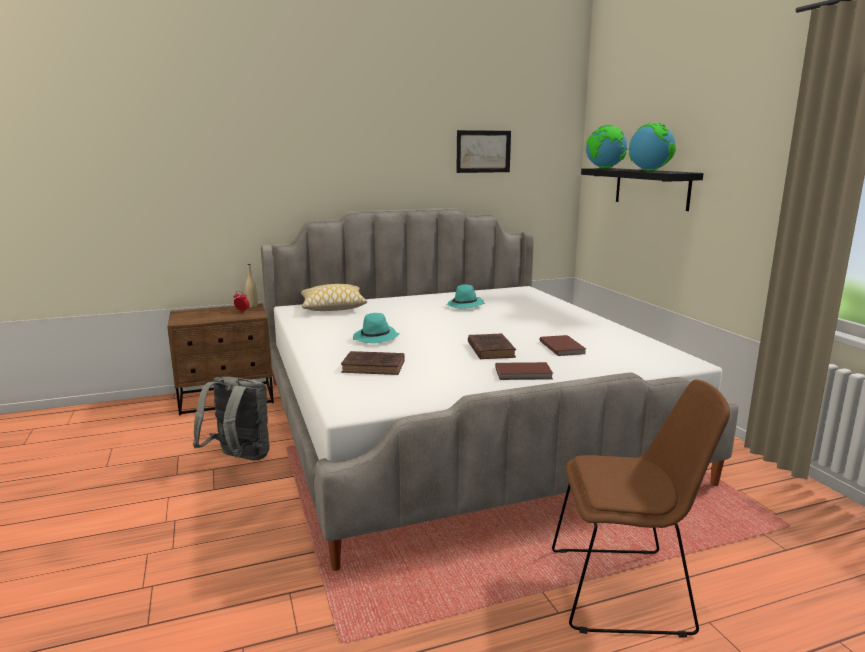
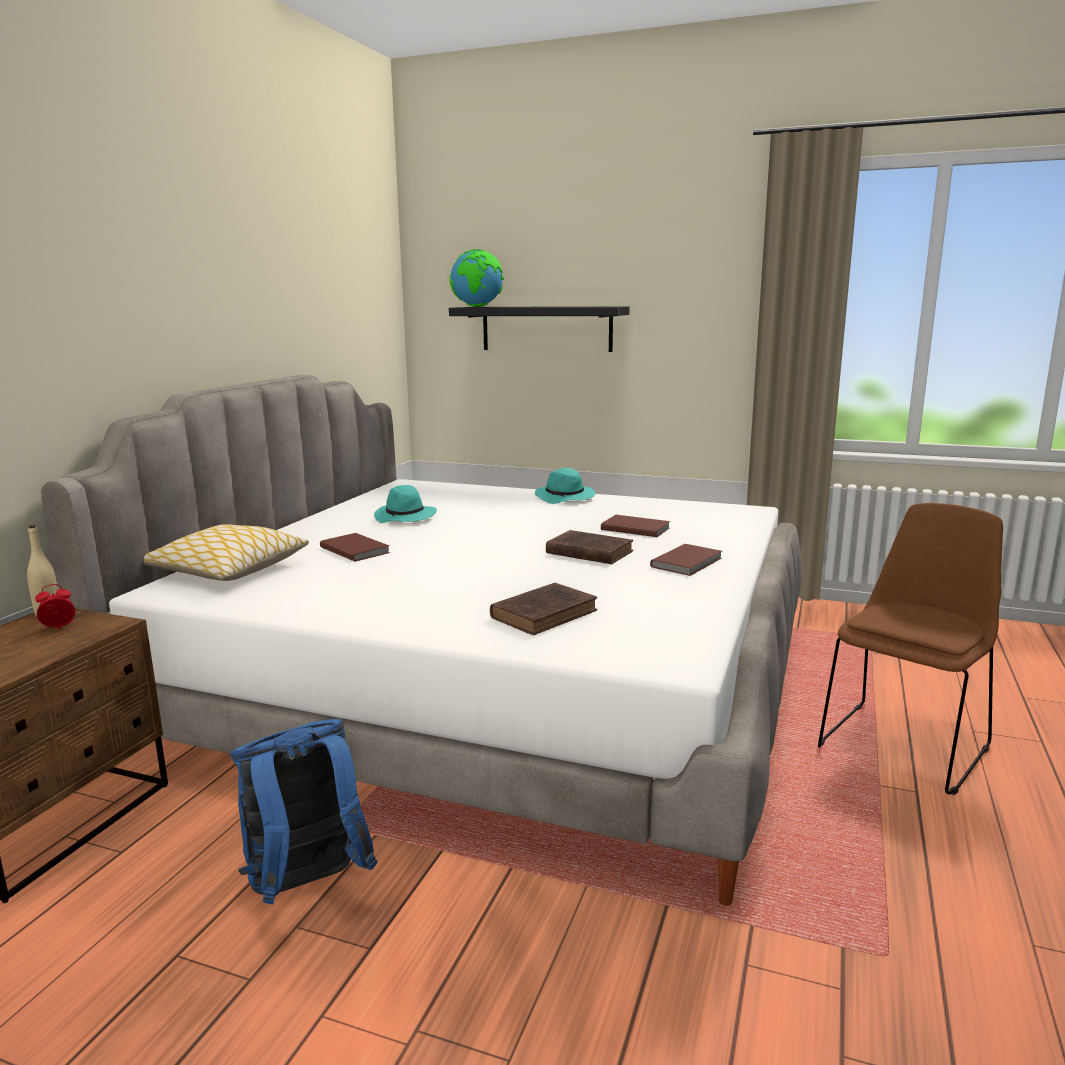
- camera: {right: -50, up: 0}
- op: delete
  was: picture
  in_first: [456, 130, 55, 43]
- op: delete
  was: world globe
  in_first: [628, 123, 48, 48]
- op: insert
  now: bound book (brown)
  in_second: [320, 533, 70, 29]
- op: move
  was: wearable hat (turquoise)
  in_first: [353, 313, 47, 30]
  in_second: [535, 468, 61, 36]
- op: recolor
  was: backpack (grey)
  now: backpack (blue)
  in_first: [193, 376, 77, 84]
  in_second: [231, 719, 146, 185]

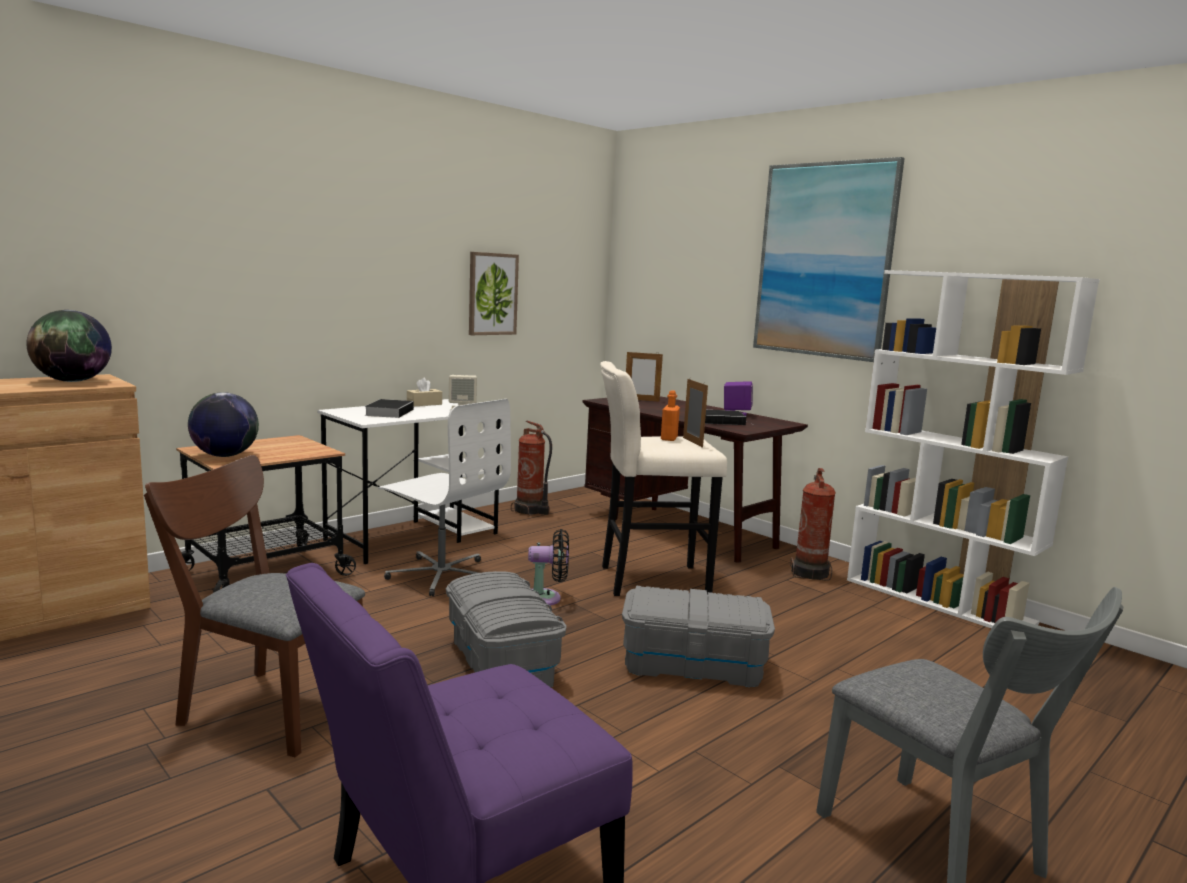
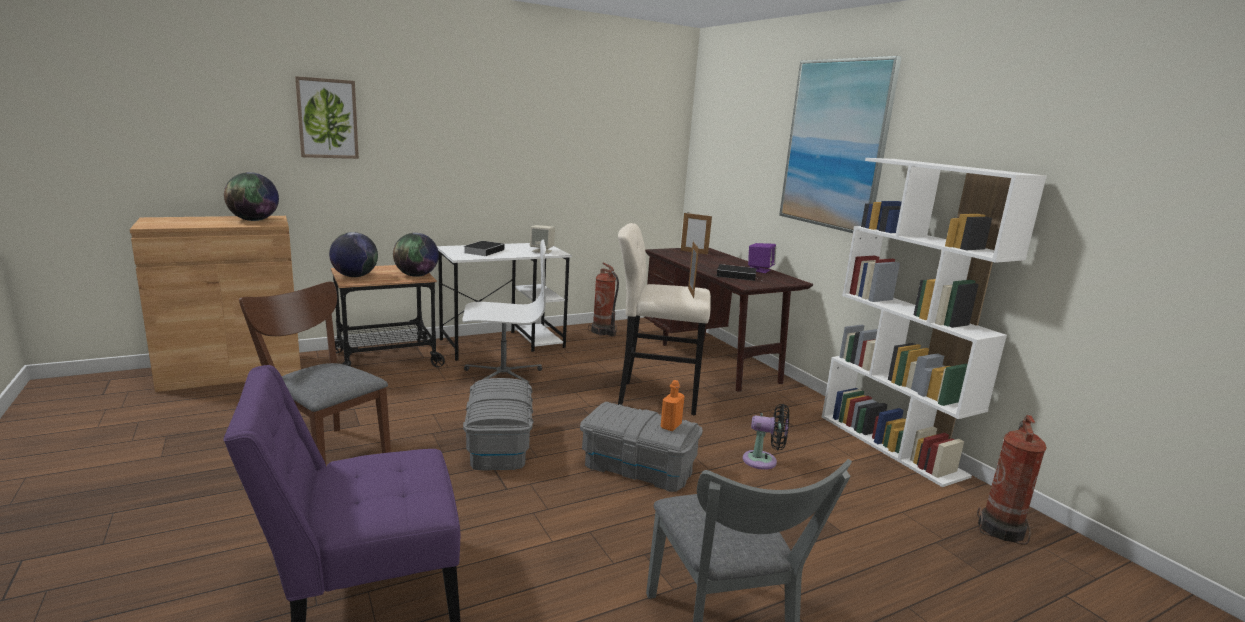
- camera: {right: 15, up: 5}
- op: delete
  was: tissue holder (beige)
  in_first: [407, 378, 35, 28]
- op: insert
  now: world globe
  in_second: [393, 233, 46, 44]
- op: move
  was: picture
  in_first: [469, 252, 50, 83]
  in_second: [295, 76, 64, 83]
- op: move
  was: fan (blackish)
  in_first: [528, 529, 41, 77]
  in_second: [743, 404, 46, 66]
- op: move
  was: drink bottle (orangey)
  in_first: [661, 390, 19, 51]
  in_second: [661, 380, 24, 51]
- op: move
  was: fire extinguisher
  in_first: [790, 468, 46, 113]
  in_second: [977, 415, 70, 130]
- op: rotate
  was: computer chair (white)
  in_first: [378, 399, 133, 197]
  in_second: [462, 239, 84, 146]
  clockwise: -60

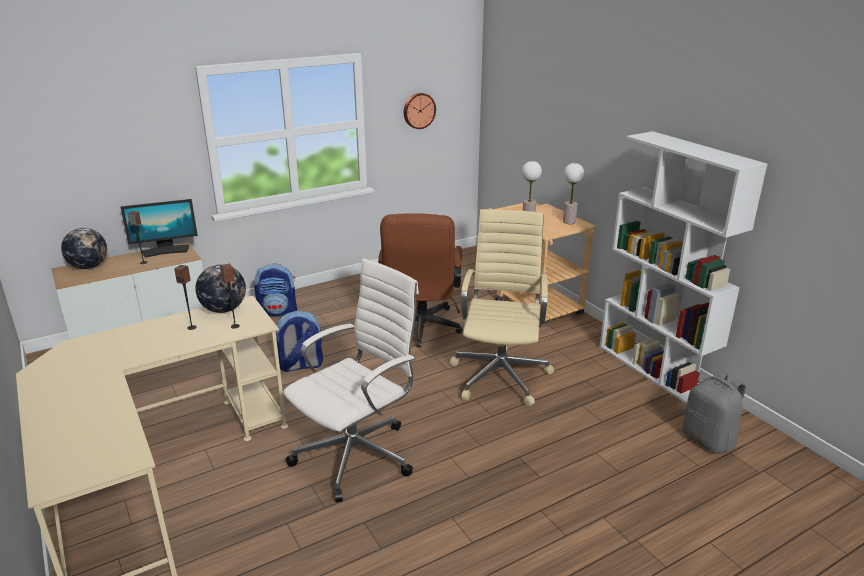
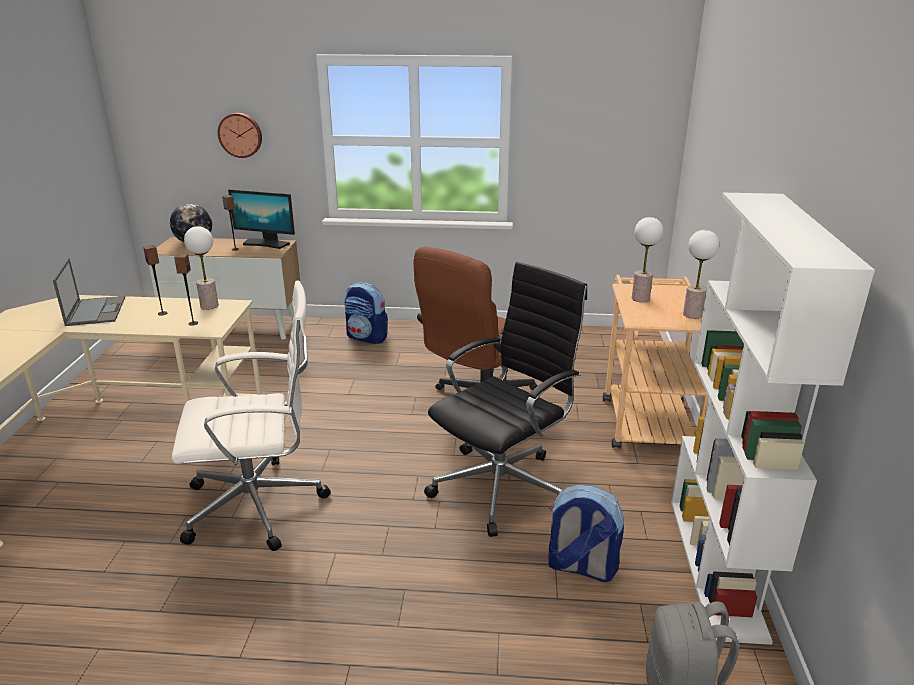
- camera: {right: 35, up: 0}
- op: insert
  now: notebook computer
  in_second: [53, 258, 72, 68]
- op: move
  was: backpack
  in_first: [276, 311, 47, 61]
  in_second: [548, 485, 76, 97]
- op: move
  was: clock on the wall
  in_first: [404, 93, 32, 36]
  in_second: [218, 113, 44, 45]
- op: replace
  was: world globe
  now: table lamp
  in_first: [195, 264, 51, 49]
  in_second: [184, 226, 35, 84]
- op: recolor
  was: computer chair (beige)
  now: computer chair (blackish)
  in_first: [450, 209, 105, 197]
  in_second: [424, 262, 163, 275]

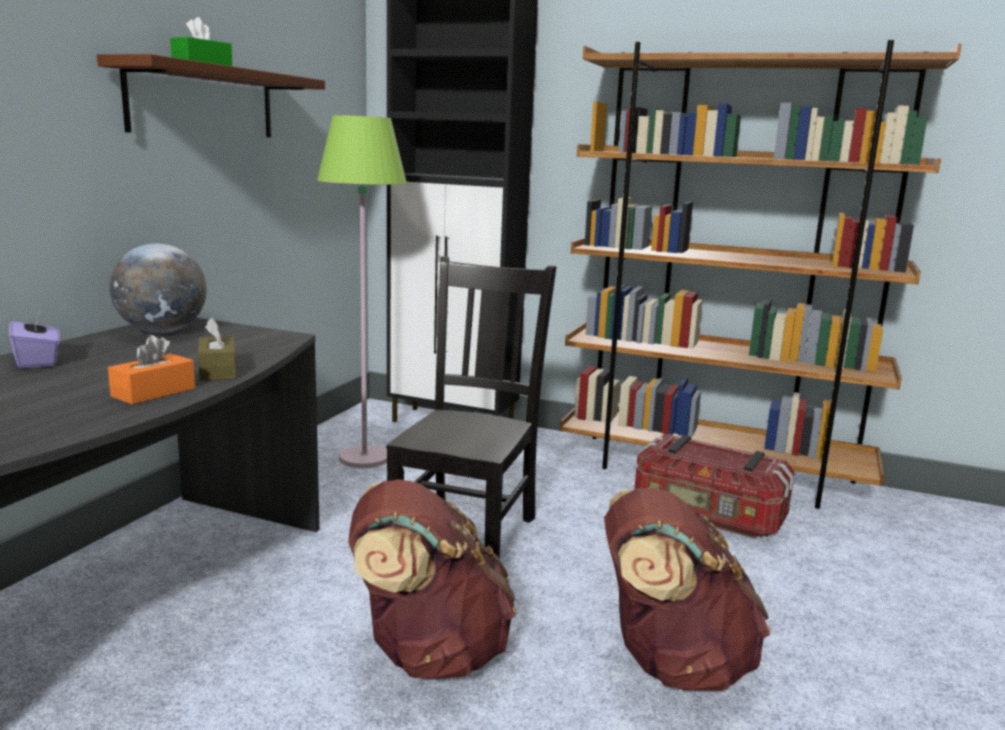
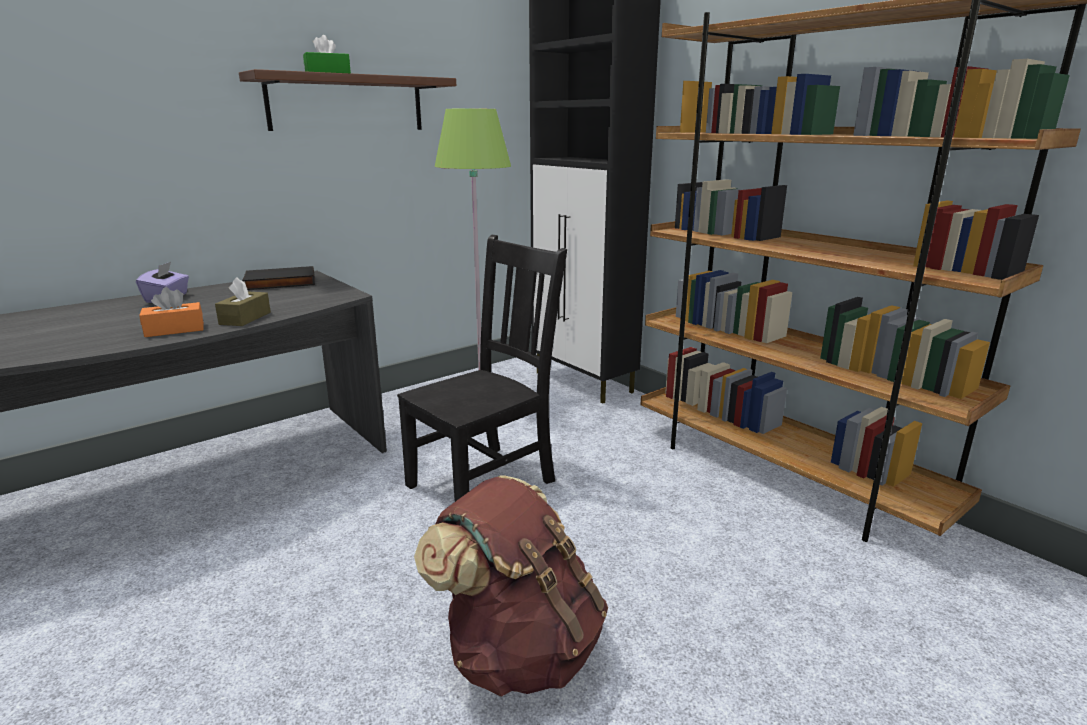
- camera: {right: 30, up: 5}
- op: delete
  was: backpack (brown)
  in_first: [348, 479, 168, 200]
- op: delete
  was: storage box
  in_first: [634, 434, 161, 104]
- op: replace
  was: world globe
  now: bound book (blackish)
  in_first: [110, 243, 97, 90]
  in_second: [242, 266, 73, 24]

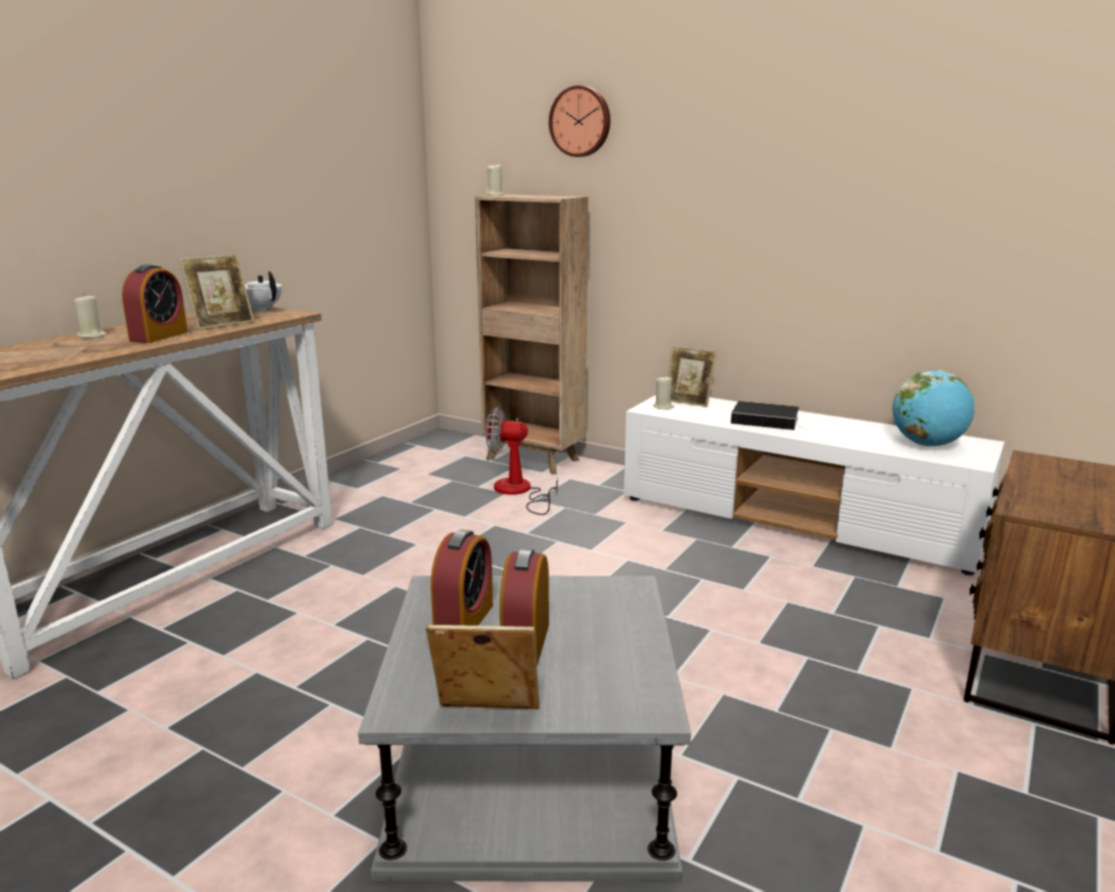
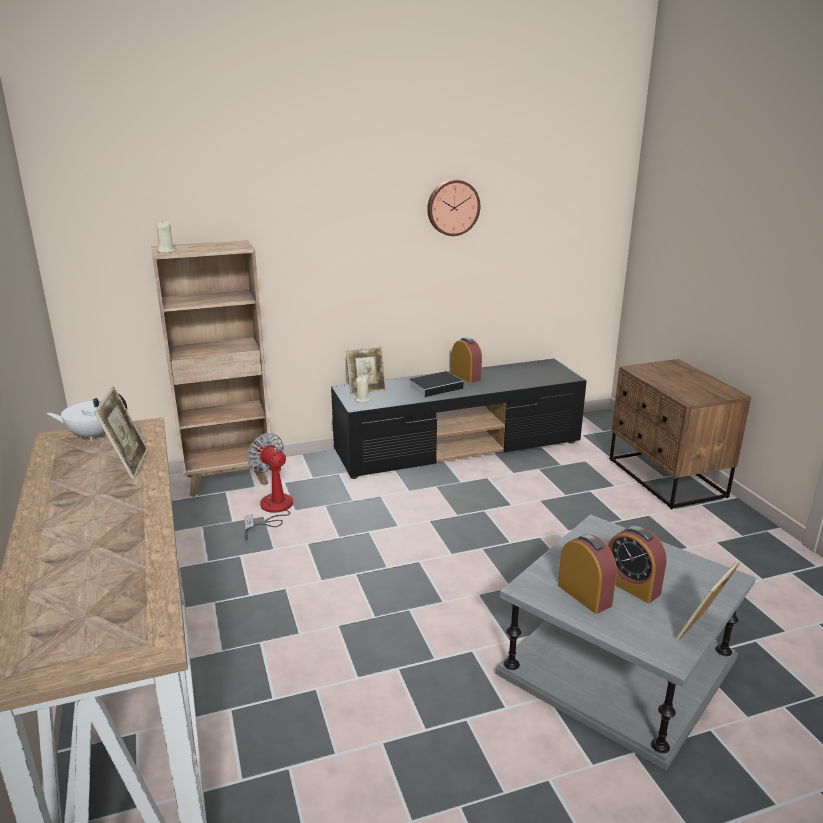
- camera: {right: -50, up: 5}
- op: delete
  was: wax candle (beige)
  in_first: [73, 294, 34, 44]
- op: delete
  was: world globe
  in_first: [892, 370, 83, 76]
- op: move
  was: bedside clock
  in_first: [122, 264, 66, 79]
  in_second: [451, 337, 31, 46]
- op: move
  was: clock on the wall
  in_first: [549, 85, 61, 72]
  in_second: [427, 179, 53, 57]
- op: recolor
  was: media console (white)
  now: media console (blackish)
  in_first: [624, 395, 381, 180]
  in_second: [331, 359, 256, 120]
- op: rotate
  was: fan
  in_first: [486, 408, 72, 107]
  in_second: [244, 433, 49, 108]
  clockwise: 90

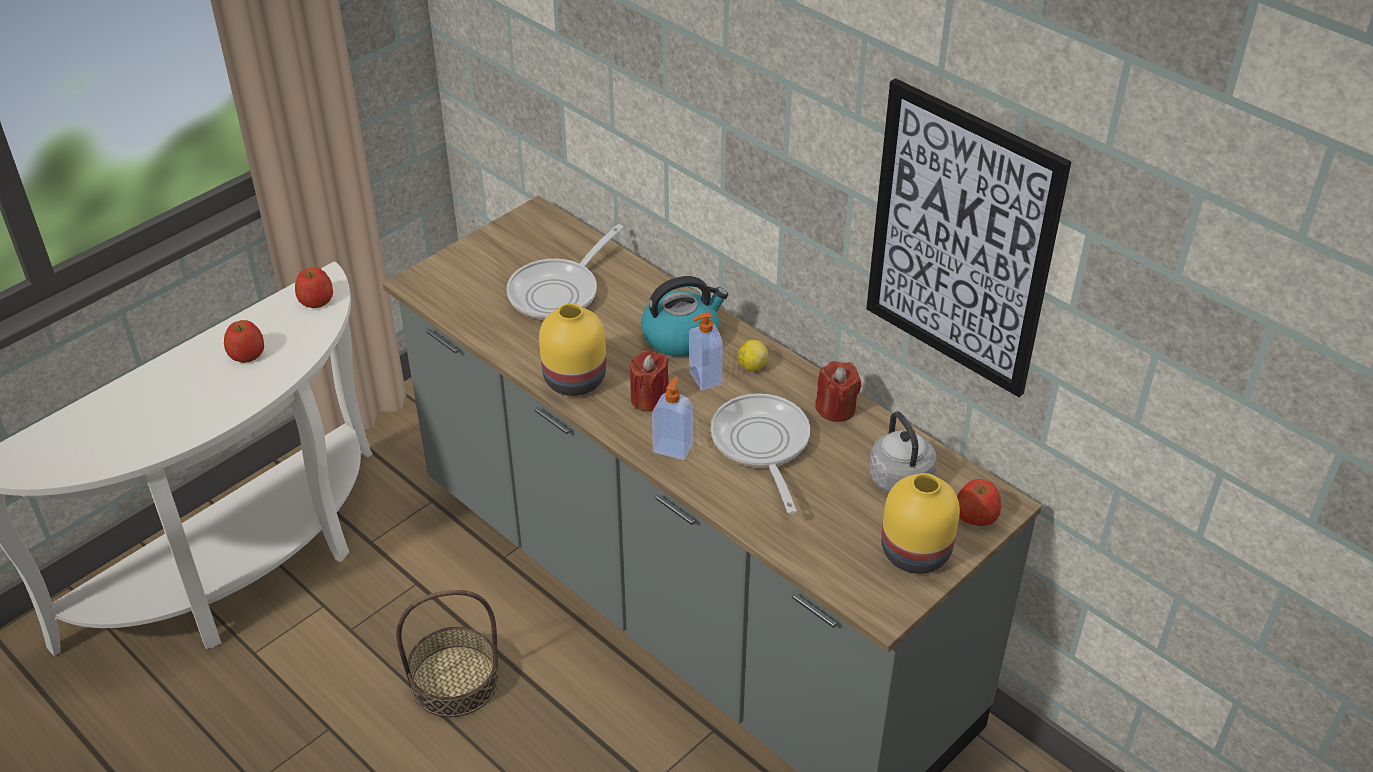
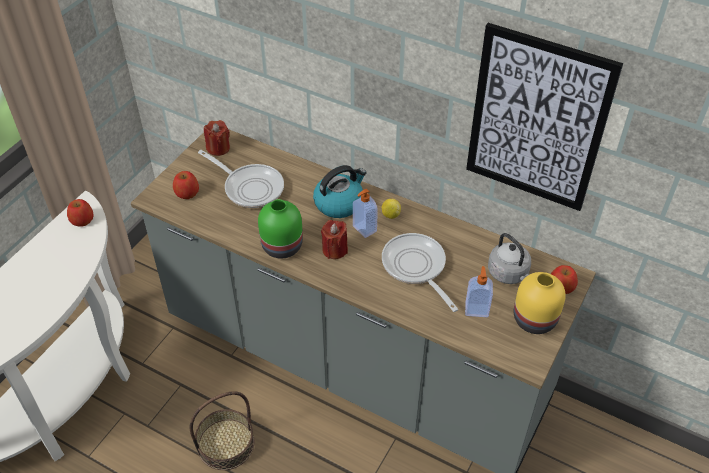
- camera: {right: -15, up: 5}
- op: move
  was: apple fruit
  in_first: [224, 320, 40, 43]
  in_second: [173, 171, 26, 28]
- op: move
  was: soap bottle
  in_first: [652, 376, 41, 84]
  in_second: [465, 266, 28, 51]
- op: move
  was: wax candle (red)
  in_first: [815, 361, 46, 61]
  in_second: [204, 120, 26, 36]
- op: recolor
  was: decorative vase (yellow-coloured)
  now: decorative vase (green)
  in_first: [539, 303, 67, 93]
  in_second: [258, 199, 45, 59]
- op: rotate
  was: pan
  in_first: [507, 224, 117, 96]
  in_second: [198, 150, 86, 58]
  clockwise: -75

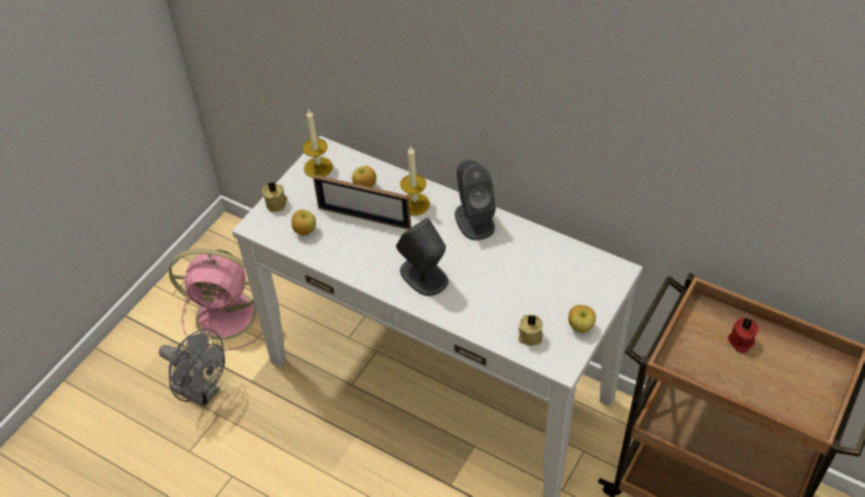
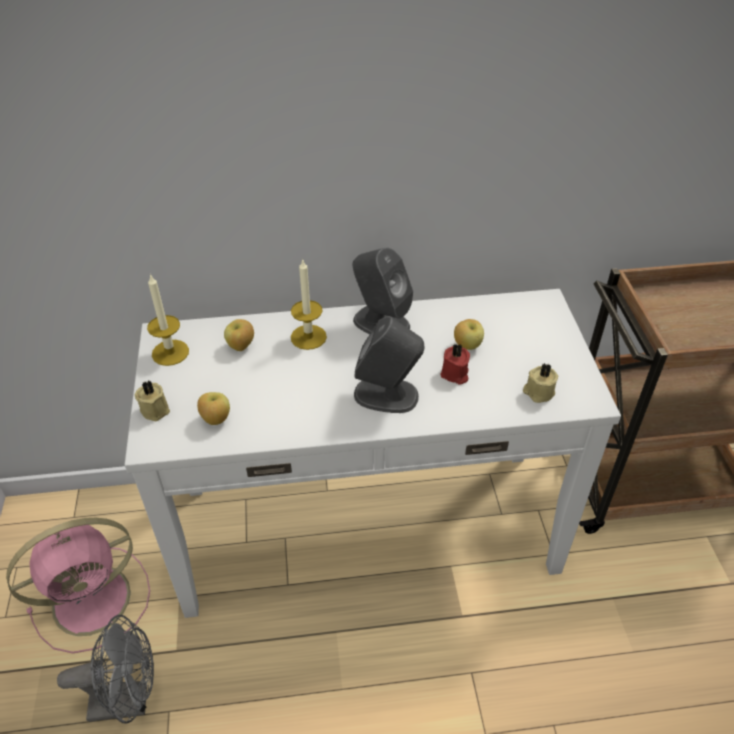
- camera: {right: -40, up: -5}
- op: delete
  was: picture frame
  in_first: [313, 175, 98, 55]
- op: move
  was: apple fruit
  in_first: [568, 305, 28, 28]
  in_second: [454, 319, 30, 31]
- op: move
  was: wax candle (red)
  in_first: [728, 318, 31, 35]
  in_second: [441, 343, 29, 42]

